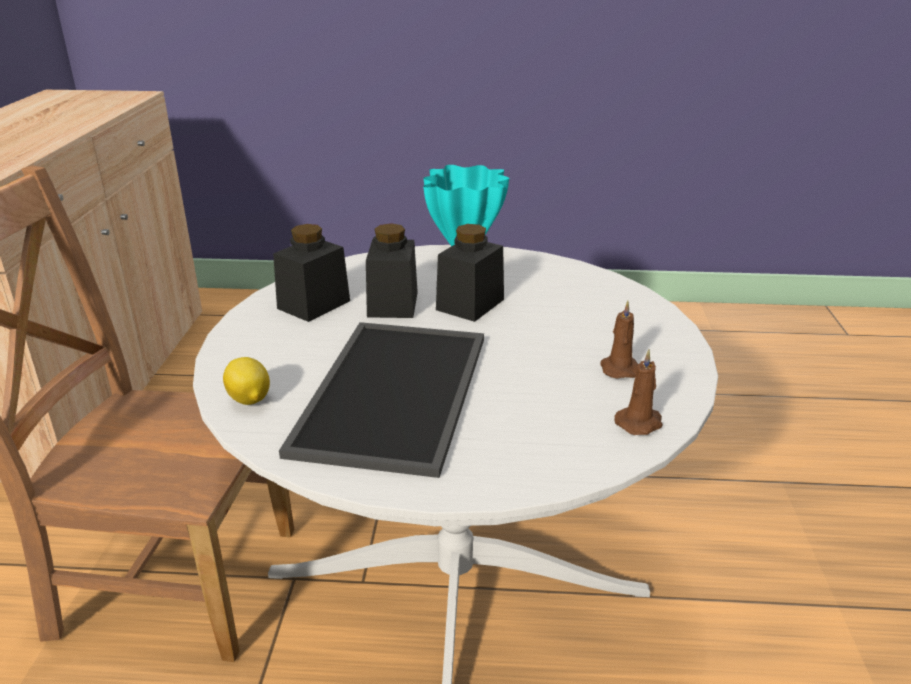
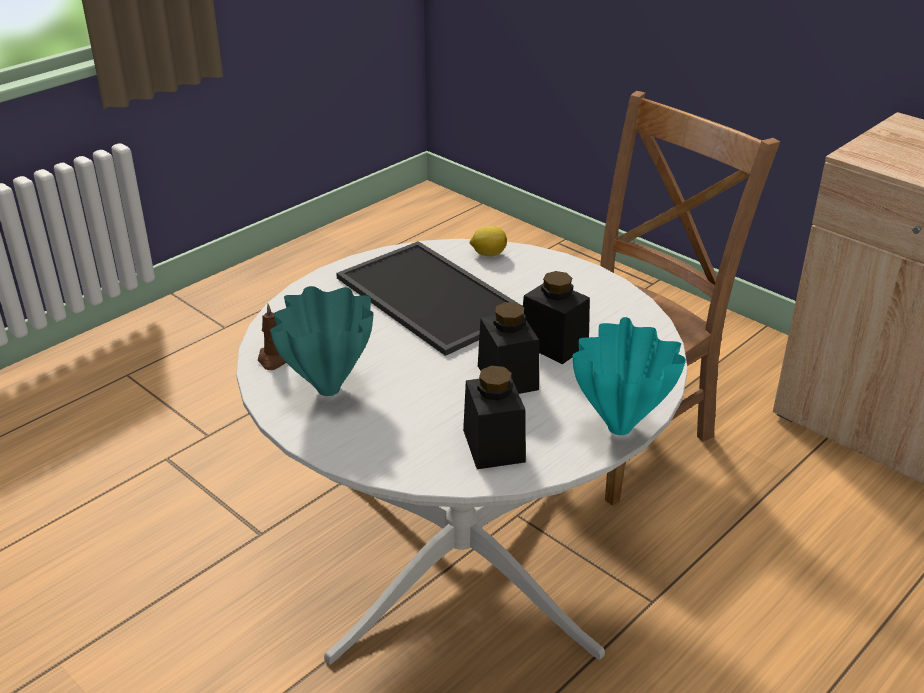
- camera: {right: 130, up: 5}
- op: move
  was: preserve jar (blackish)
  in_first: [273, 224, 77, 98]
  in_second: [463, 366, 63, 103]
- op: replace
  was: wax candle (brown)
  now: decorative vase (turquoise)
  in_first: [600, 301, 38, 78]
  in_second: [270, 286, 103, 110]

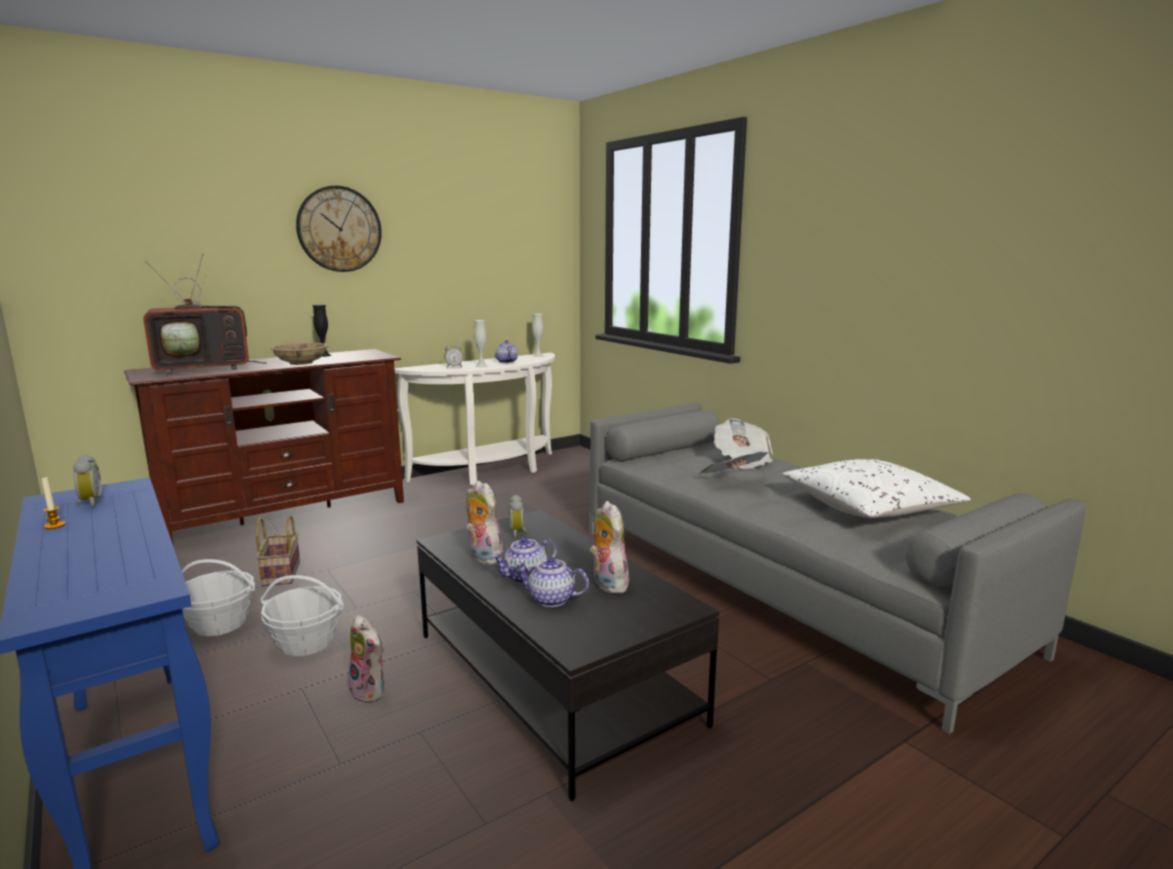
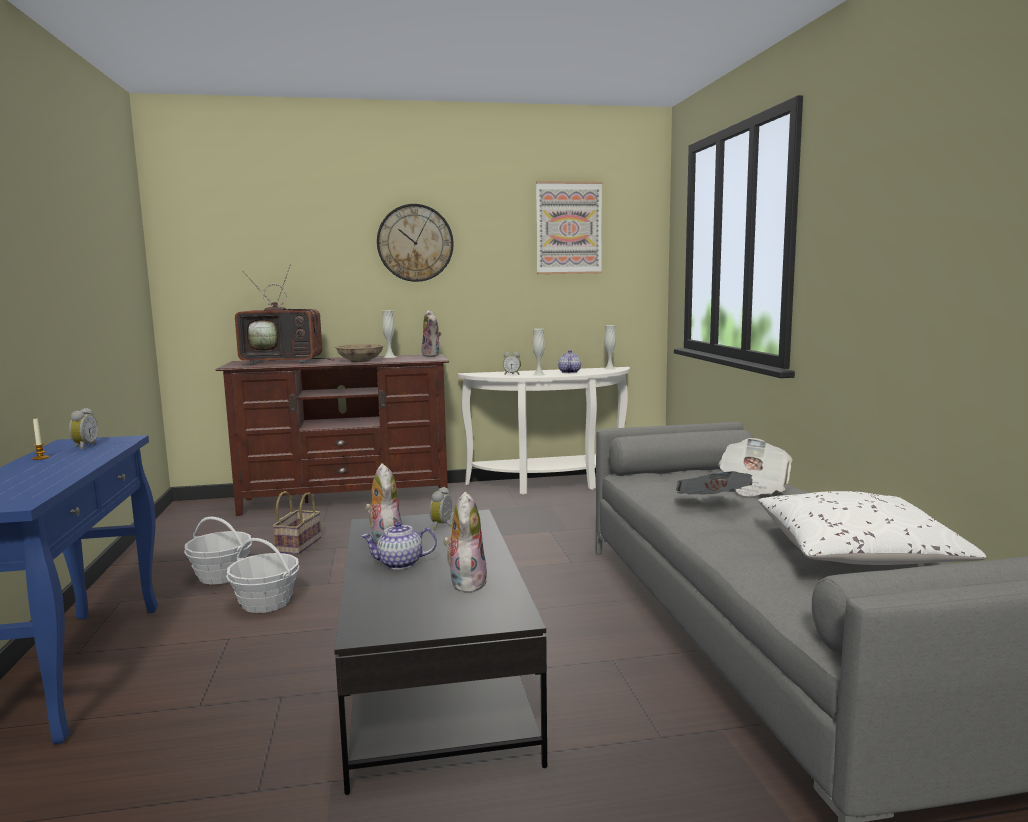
- camera: {right: 25, up: -5}
- op: delete
  was: pot for tea
  in_first: [515, 557, 74, 50]
- op: insert
  now: picture
  in_second: [536, 181, 66, 93]
- op: move
  was: soft toy
  in_first: [347, 615, 37, 89]
  in_second: [421, 310, 20, 47]
- op: recolor
  was: decorative vase (blackish)
  now: decorative vase (white)
  in_first: [312, 305, 19, 52]
  in_second: [382, 311, 14, 47]

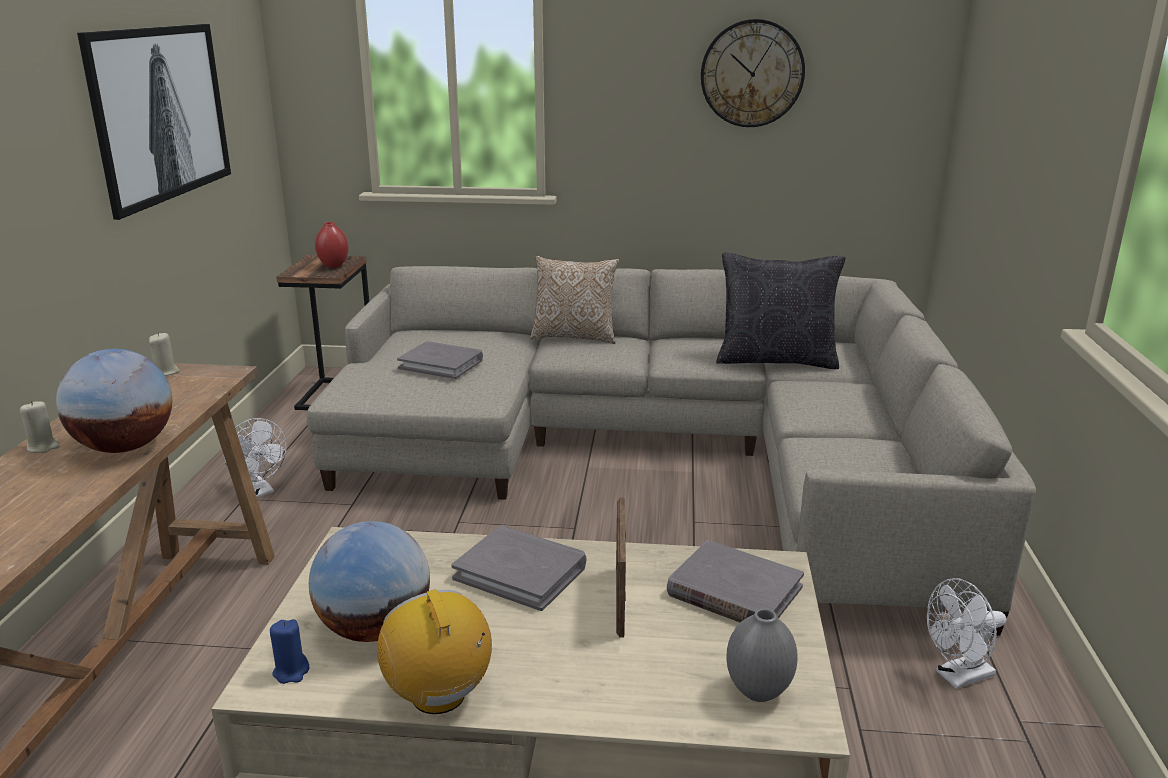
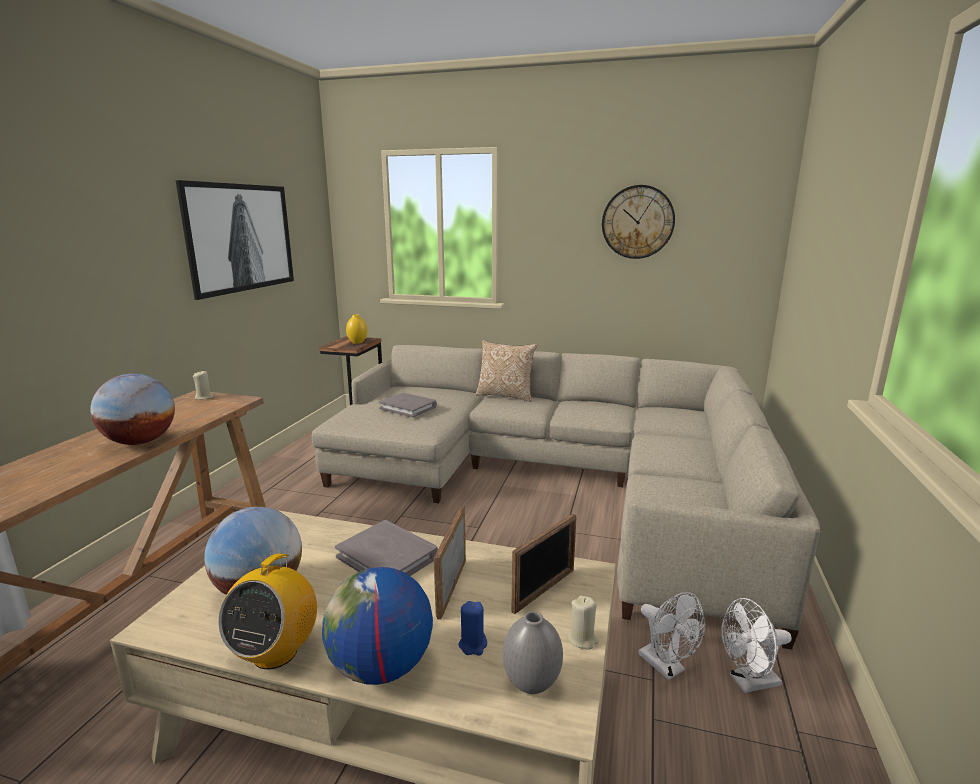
- camera: {right: 10, up: -5}
- op: delete
  was: pillow (blackish)
  in_first: [716, 253, 129, 116]
- op: insert
  now: world globe
  in_second: [322, 567, 111, 118]
- op: move
  was: wax candle (beige)
  in_first: [20, 401, 40, 52]
  in_second: [567, 596, 32, 54]
- op: move
  was: fan (white)
  in_first: [223, 418, 64, 80]
  in_second: [638, 592, 67, 88]
- op: move
  was: wax candle (blue)
  in_first: [270, 619, 39, 65]
  in_second: [459, 601, 28, 55]
- op: replace
  was: bound book (grey)
  now: picture frame
  in_first: [667, 540, 137, 82]
  in_second: [511, 513, 65, 101]
- op: recolor
  was: decorative vase (red)
  now: decorative vase (yellow-coloured)
  in_first: [315, 222, 34, 46]
  in_second: [346, 314, 21, 30]
- op: rotate
  was: radio receiver
  in_first: [377, 589, 115, 125]
  in_second: [218, 551, 99, 118]
  clockwise: -150

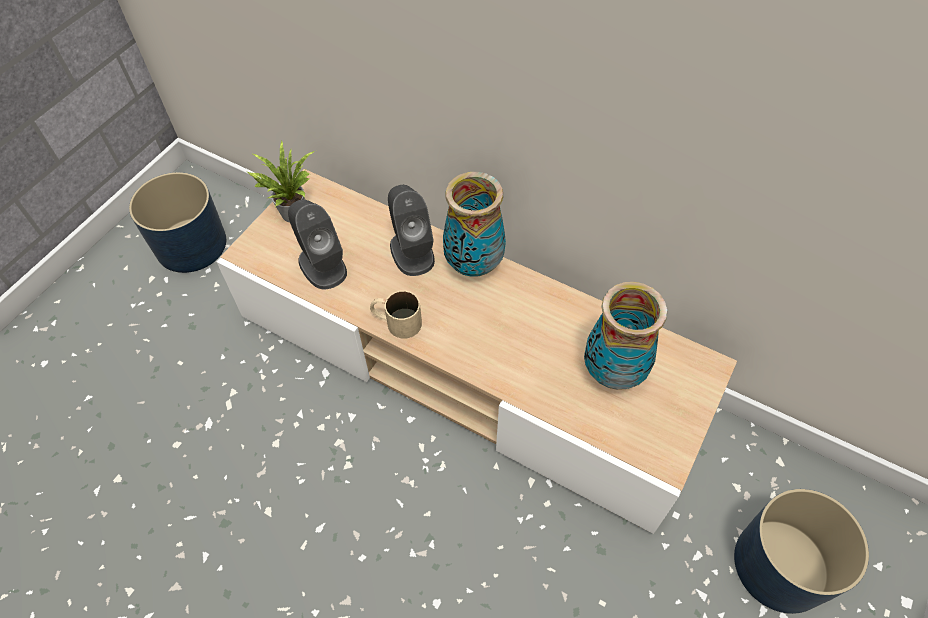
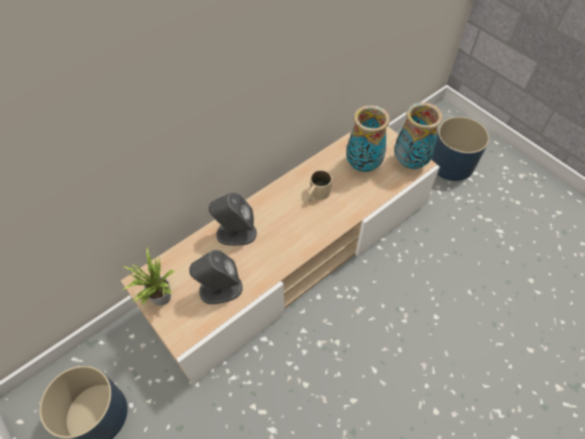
- camera: {right: -70, up: 0}
- op: move
  was: mug (beige)
  in_first: [370, 290, 52, 48]
  in_second: [307, 170, 25, 32]
- op: move
  was: decorative vase
  in_first: [443, 172, 63, 105]
  in_second: [394, 102, 49, 67]

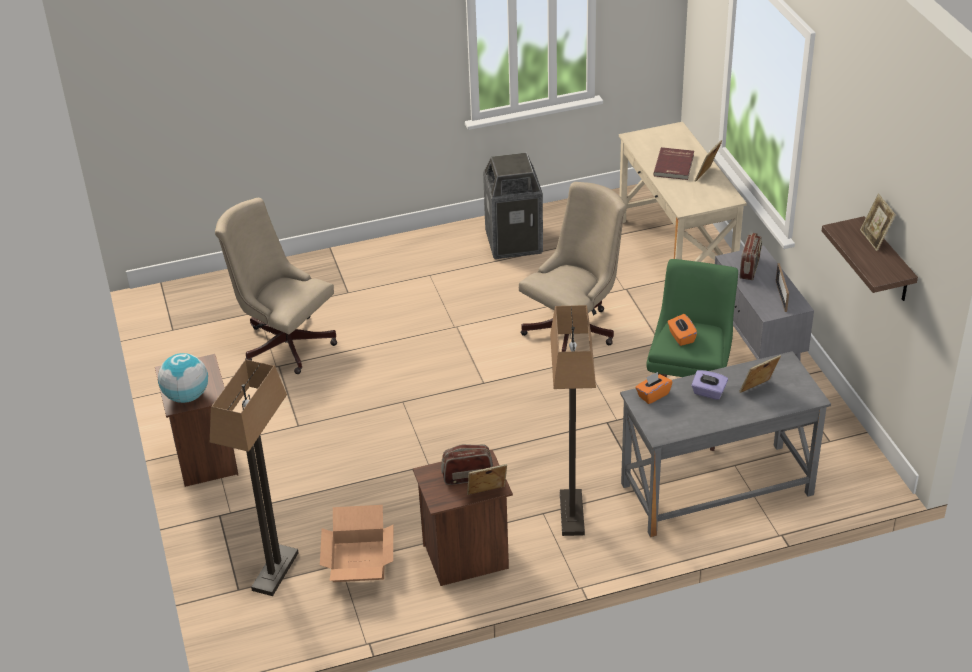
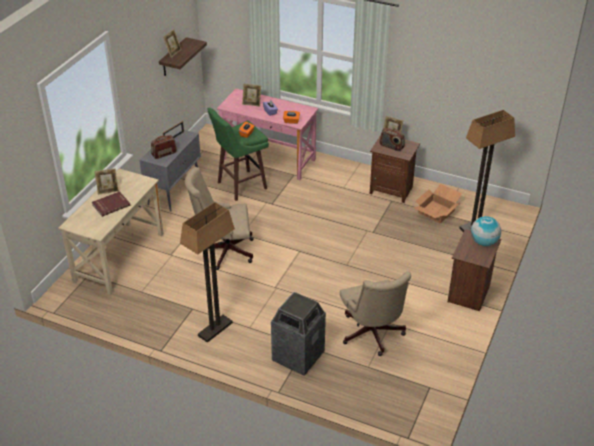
- camera: {right: -140, up: 0}
- op: move
  was: waste bin
  in_first: [483, 152, 60, 107]
  in_second: [271, 292, 55, 84]
- op: move
  was: floor lamp
  in_first: [550, 305, 46, 231]
  in_second: [180, 202, 55, 141]
- op: recolor
  was: desk (grey)
  now: desk (pink-coloured)
  in_first: [620, 351, 211, 186]
  in_second: [217, 89, 101, 91]

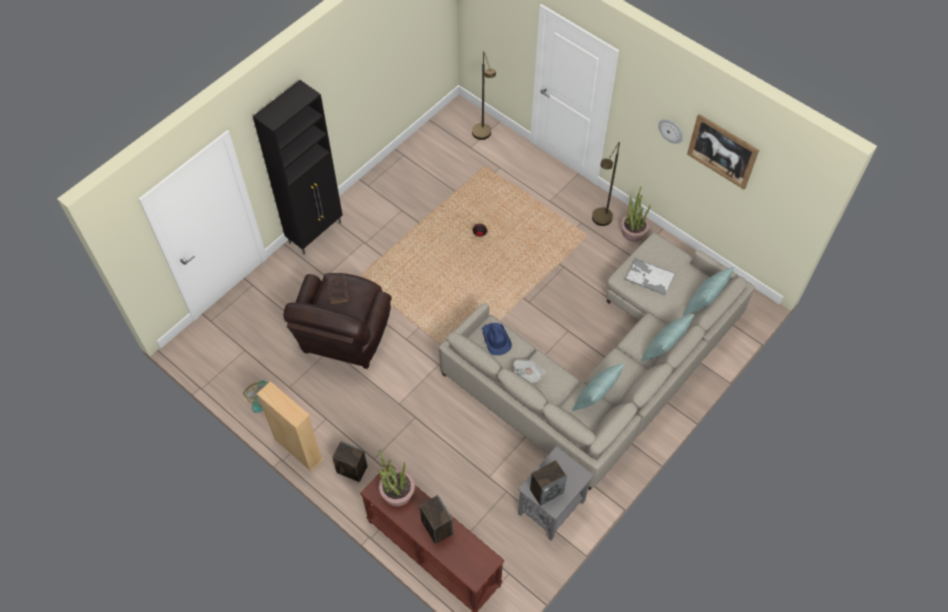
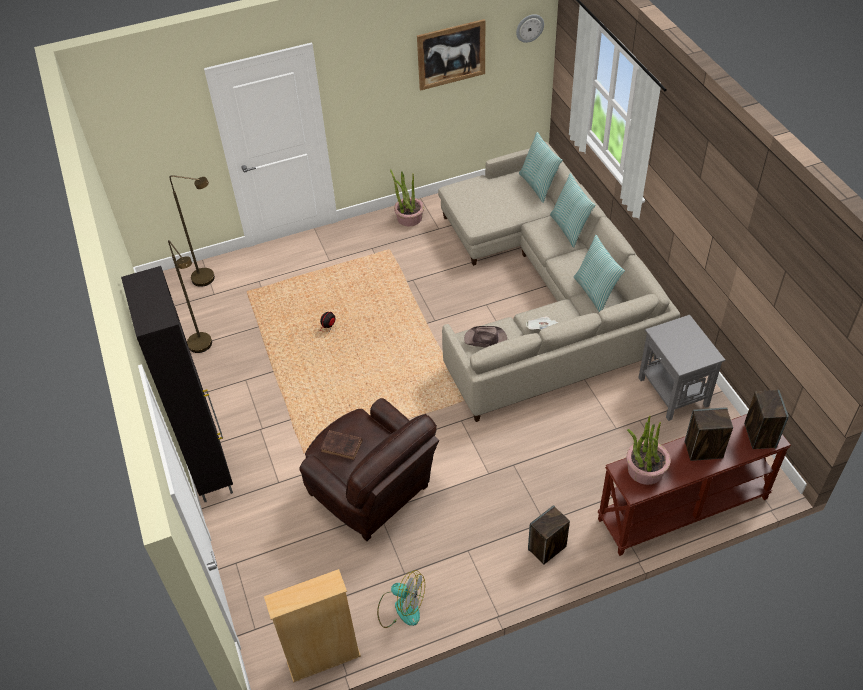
- camera: {right: -60, up: -10}
- op: delete
  was: serving tray
  in_first: [625, 258, 51, 38]
- op: move
  was: bookshelf (beige)
  in_first: [257, 381, 67, 90]
  in_second: [264, 569, 97, 114]
- op: move
  was: audio speaker
  in_first: [530, 460, 37, 46]
  in_second: [744, 390, 45, 59]
- op: move
  was: floor lamp (brown)
  in_first: [592, 142, 28, 84]
  in_second: [168, 240, 44, 113]
- op: move
  was: clock on the wall
  in_first: [658, 119, 25, 25]
  in_second: [516, 14, 28, 29]
- op: recolor
  was: wearable hat (blue)
  now: wearable hat (brown)
  in_first: [482, 323, 30, 32]
  in_second: [464, 326, 43, 22]

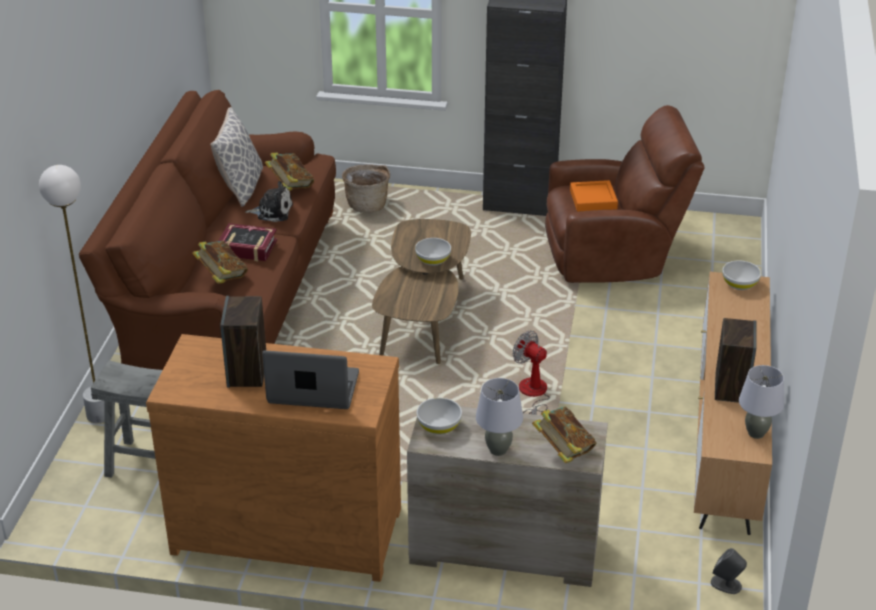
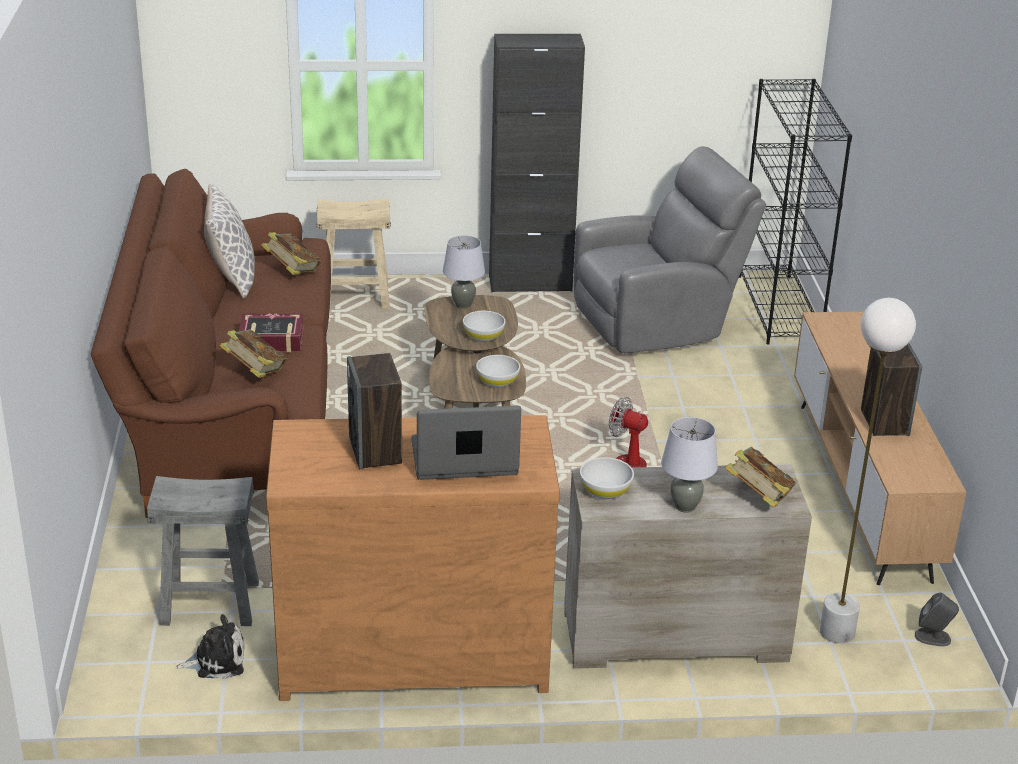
- camera: {right: -15, up: -5}
- op: delete
  was: serving tray (orangey)
  in_first: [570, 180, 48, 32]
- op: insert
  now: bookshelf (blackish)
  in_second: [739, 79, 113, 266]
- op: move
  was: floor lamp (white)
  in_first: [39, 165, 66, 258]
  in_second: [820, 298, 96, 346]
- op: move
  was: soft toy
  in_first: [245, 181, 48, 41]
  in_second: [175, 614, 69, 65]
- op: move
  was: serving bowl (white)
  in_first: [722, 260, 39, 30]
  in_second: [476, 355, 44, 33]
- op: move
  was: table lamp (grey)
  in_first: [739, 365, 45, 74]
  in_second: [443, 235, 42, 74]
- op: replace
  was: storage basket
  now: stool seat (beige)
  in_first: [342, 164, 48, 49]
  in_second: [316, 198, 75, 114]
- op: recolor
  was: armchair (brown)
  now: armchair (grey)
  in_first: [545, 105, 160, 178]
  in_second: [574, 146, 192, 207]

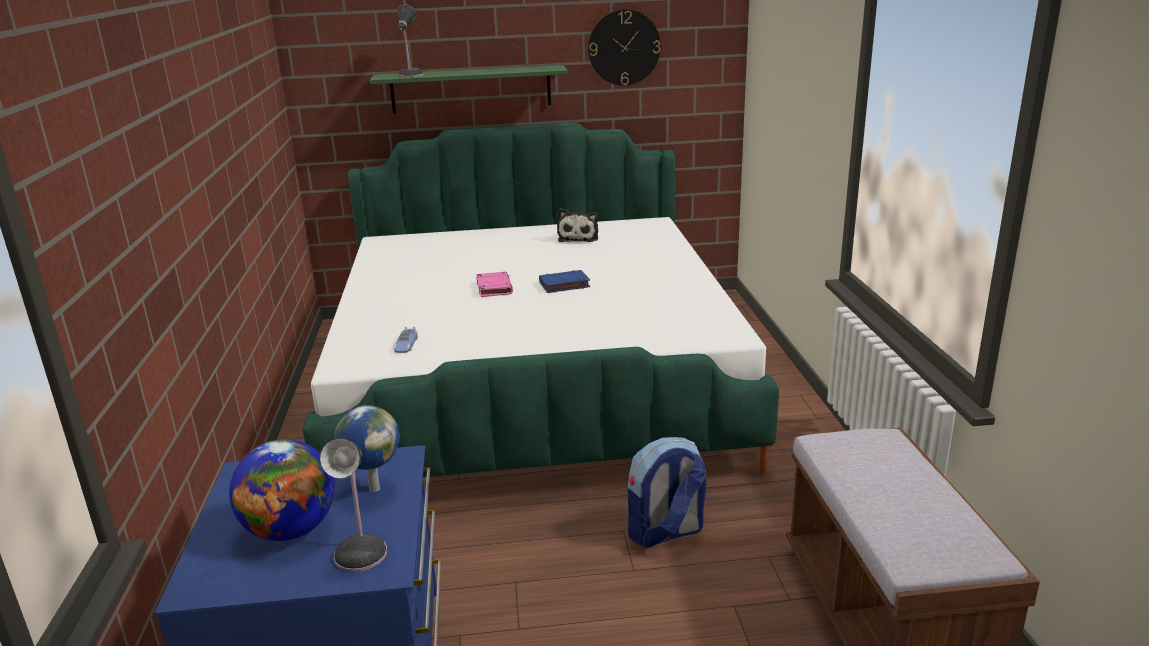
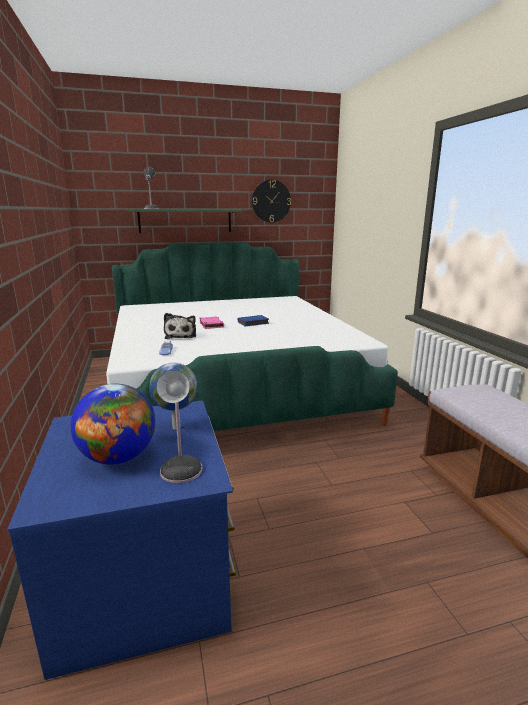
- camera: {right: -10, up: -5}
- op: delete
  was: backpack
  in_first: [628, 437, 79, 111]
- op: move
  was: soft toy
  in_first: [557, 209, 41, 33]
  in_second: [164, 313, 32, 26]

